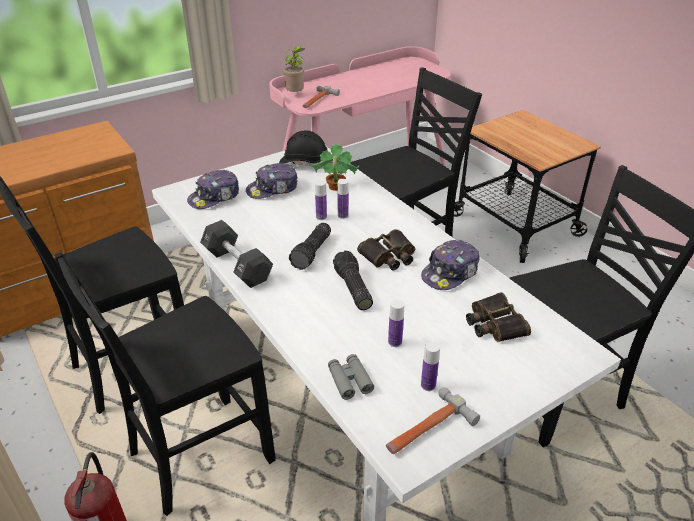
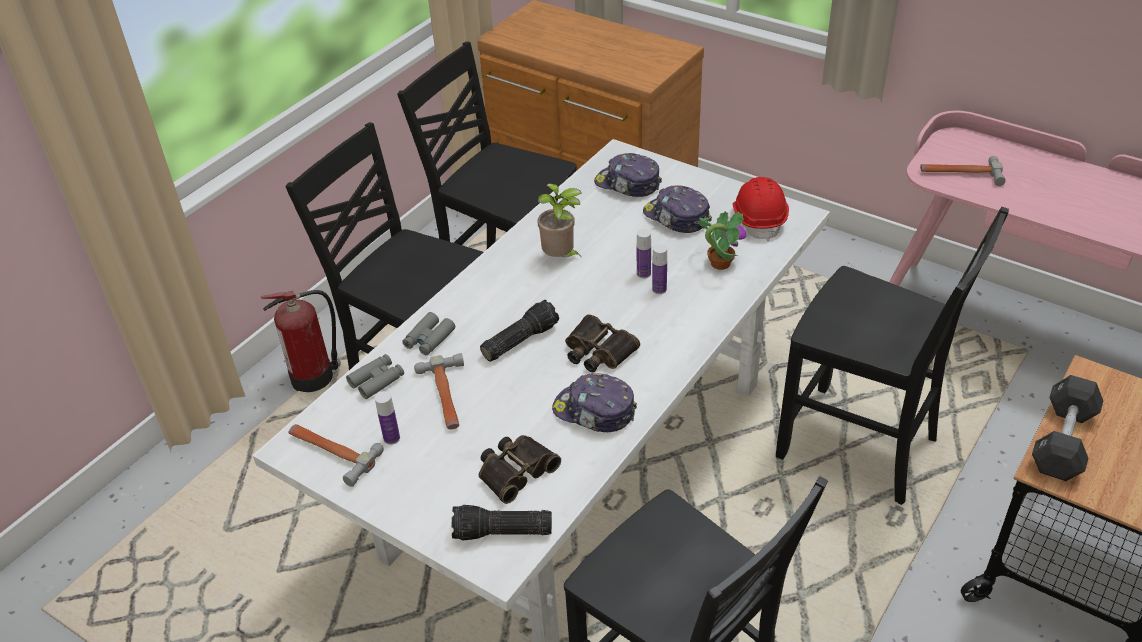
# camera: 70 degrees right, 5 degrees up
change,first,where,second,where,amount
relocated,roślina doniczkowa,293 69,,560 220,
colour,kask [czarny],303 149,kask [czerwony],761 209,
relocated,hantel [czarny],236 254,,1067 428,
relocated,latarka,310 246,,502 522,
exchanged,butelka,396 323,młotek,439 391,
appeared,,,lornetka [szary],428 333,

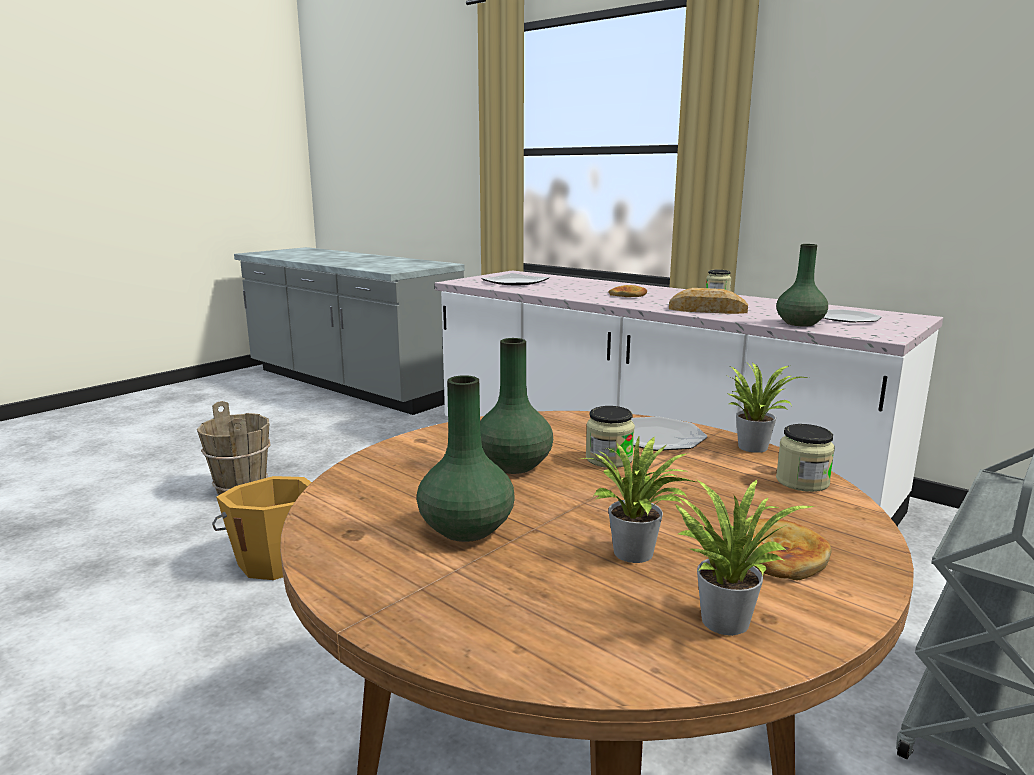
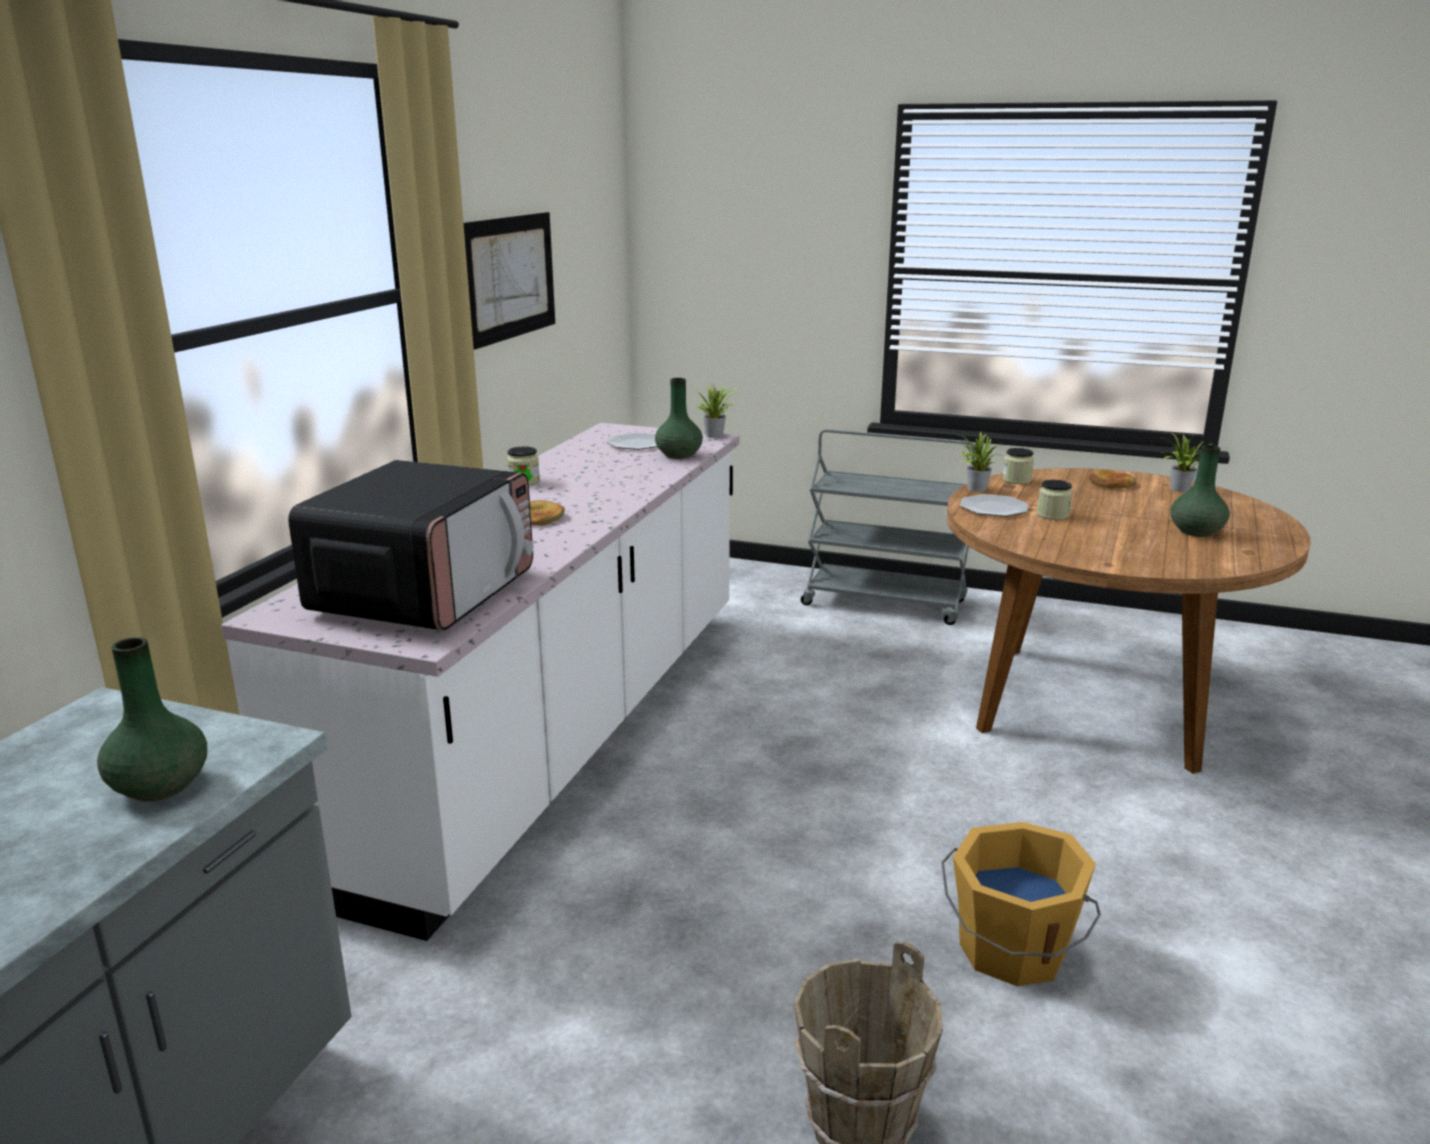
# camera: 110 degrees left, 5 degrees up
change,first,where,second,where,amount
exchanged,talerz,515 279,mikrofalówka,410 545,
missing,chleb,708 301,,,
relocated,wazon [zielony],516 406,,152 719,
relocated,roślina doniczkowa,638 499,,716 410,
appeared,,,obraz,509 281,

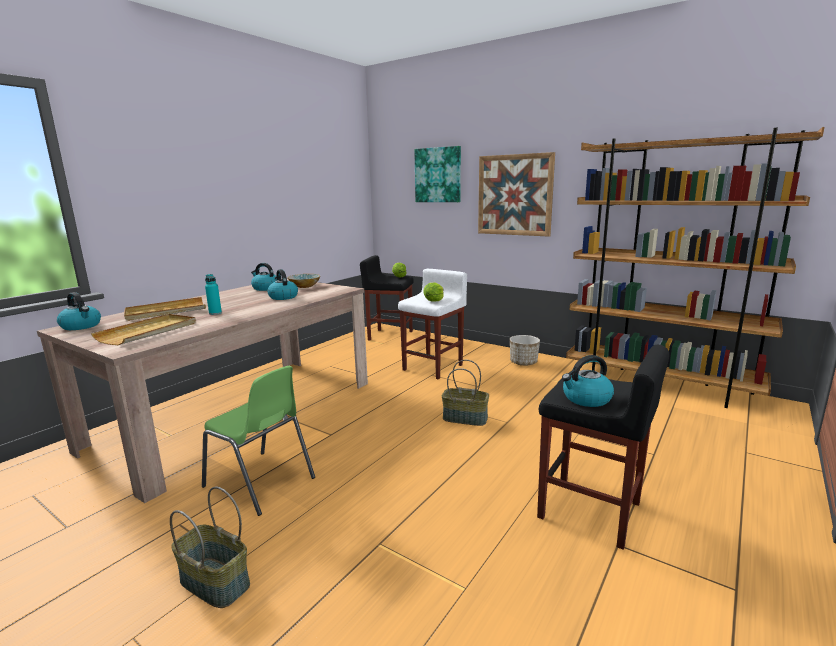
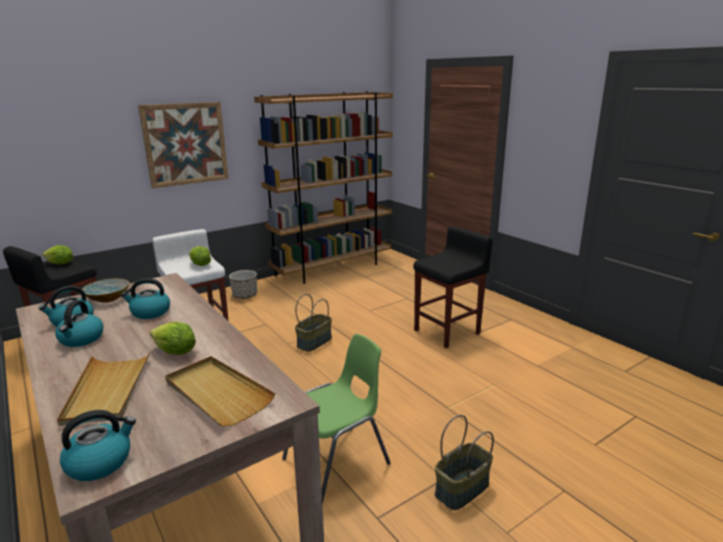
# camera: 70 degrees left, 5 degrees up
change,first,where,second,where,amount
missing,obraz,437 174,,,
exchanged,butelka [turkusowy],213 294,sałata,173 338,
relocated,czajnik,588 381,,79 323,

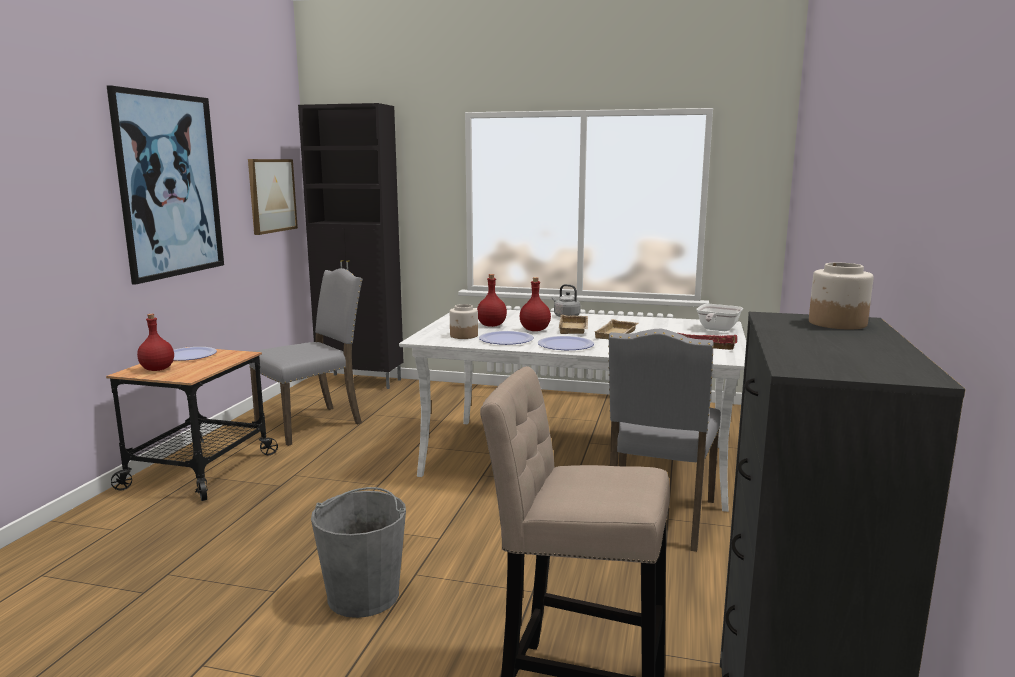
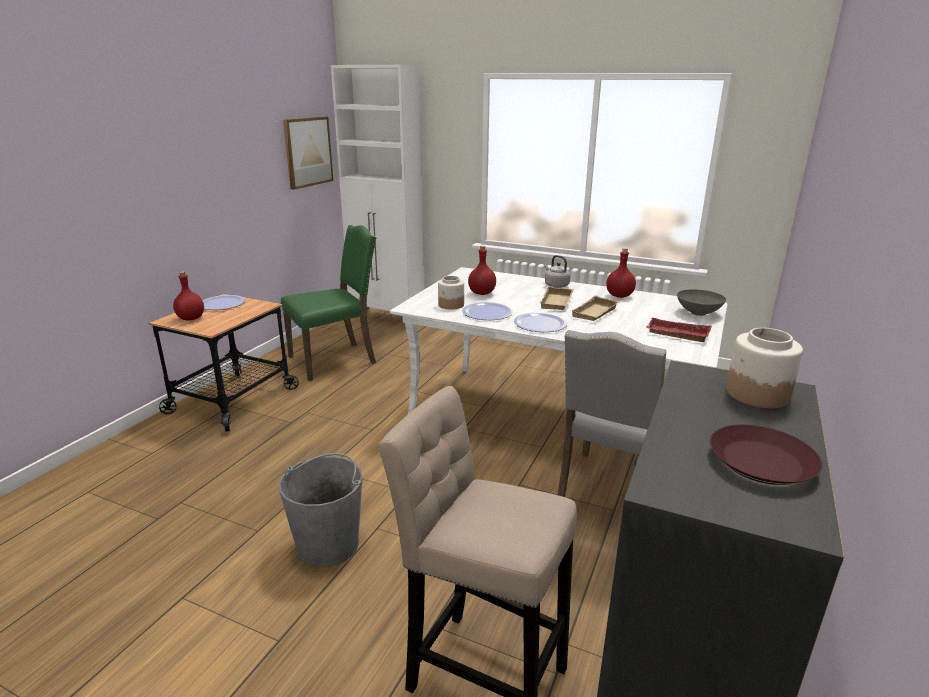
# camera: 10 degrees right, 10 degrees up
change,first,where,second,where,amount
missing,obraz,165 185,,,
colour,szafka [czarny],350 246,szafka [biały],377 191,
colour,krzesło [szary],306 357,krzesło [zielony],328 303,
relocated,butelka [czerwony],535 304,,621 273,
exchanged,patelnia,719 317,miska [szary],701 302,
appeared,,,talerz [brązowy],766 454,

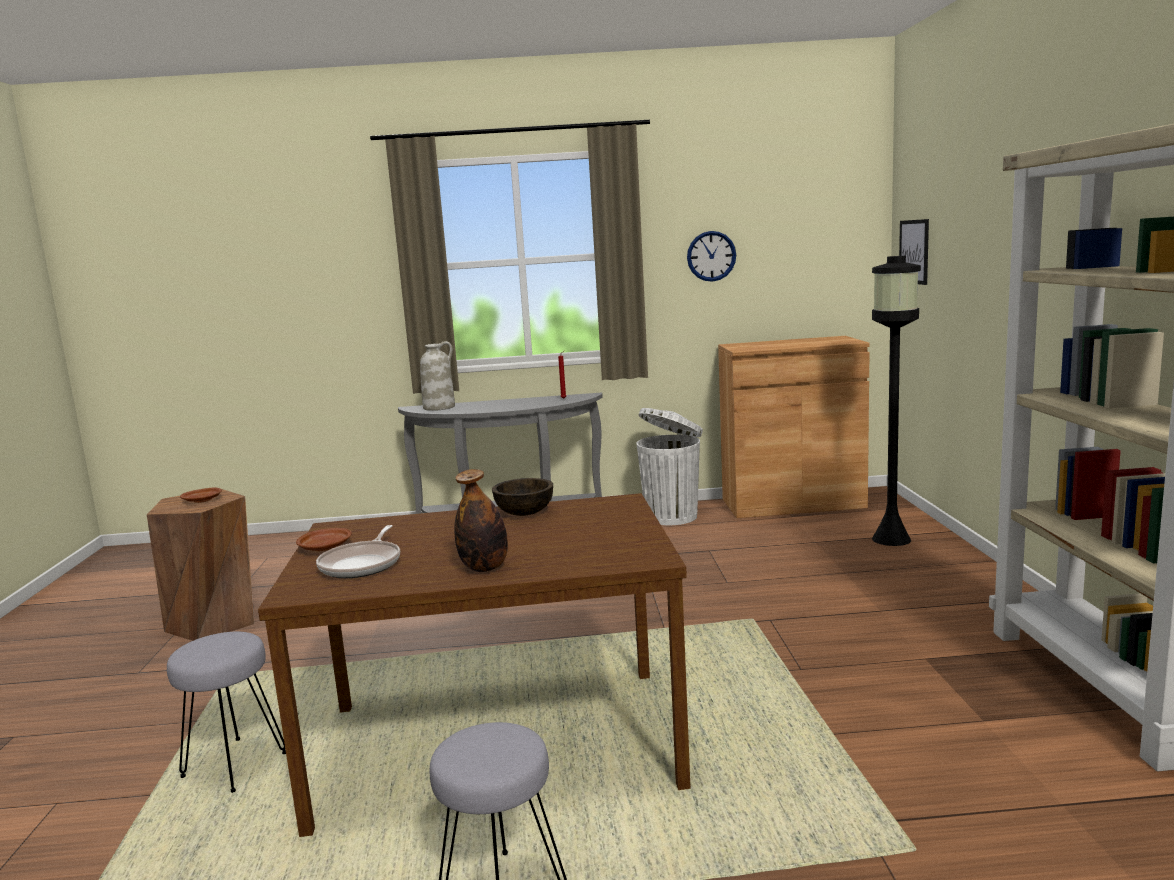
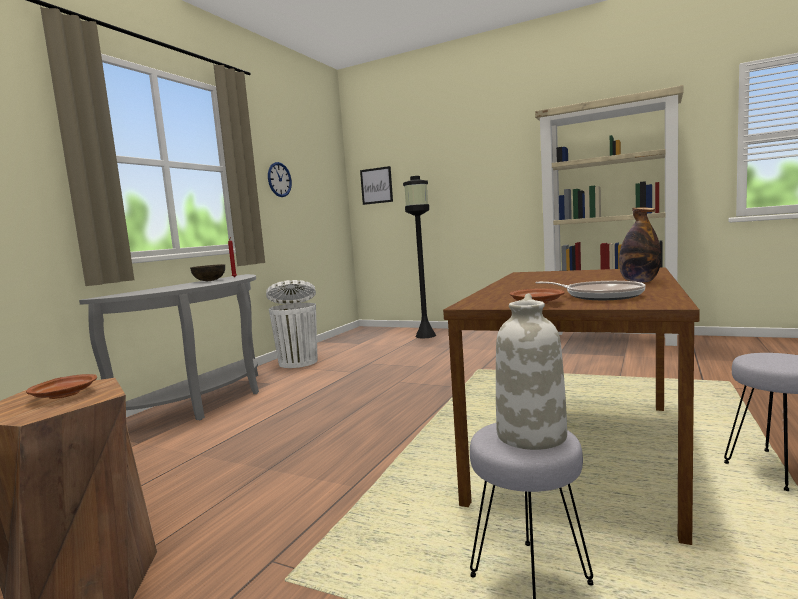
# camera: 60 degrees left, 5 degrees down
change,first,where,second,where,amount
missing,szafka [brązowy],794 427,,,
relocated,wazon [biały],437 376,,531 372,
relocated,miska [brązowy],522 497,,207 272,

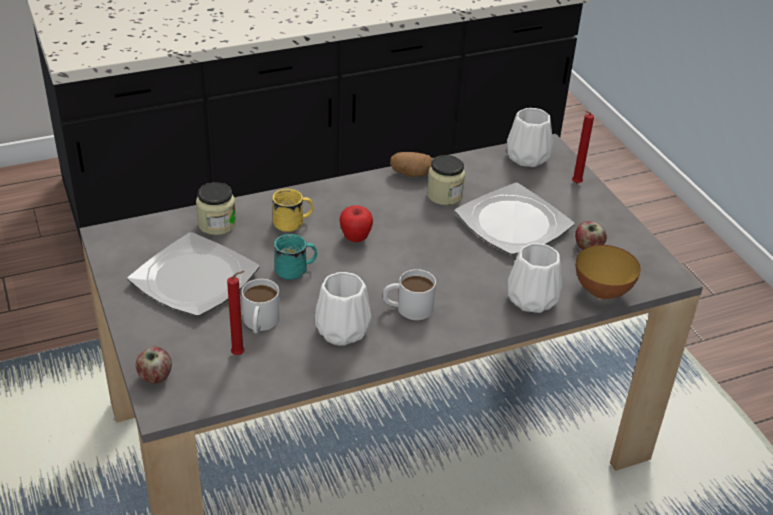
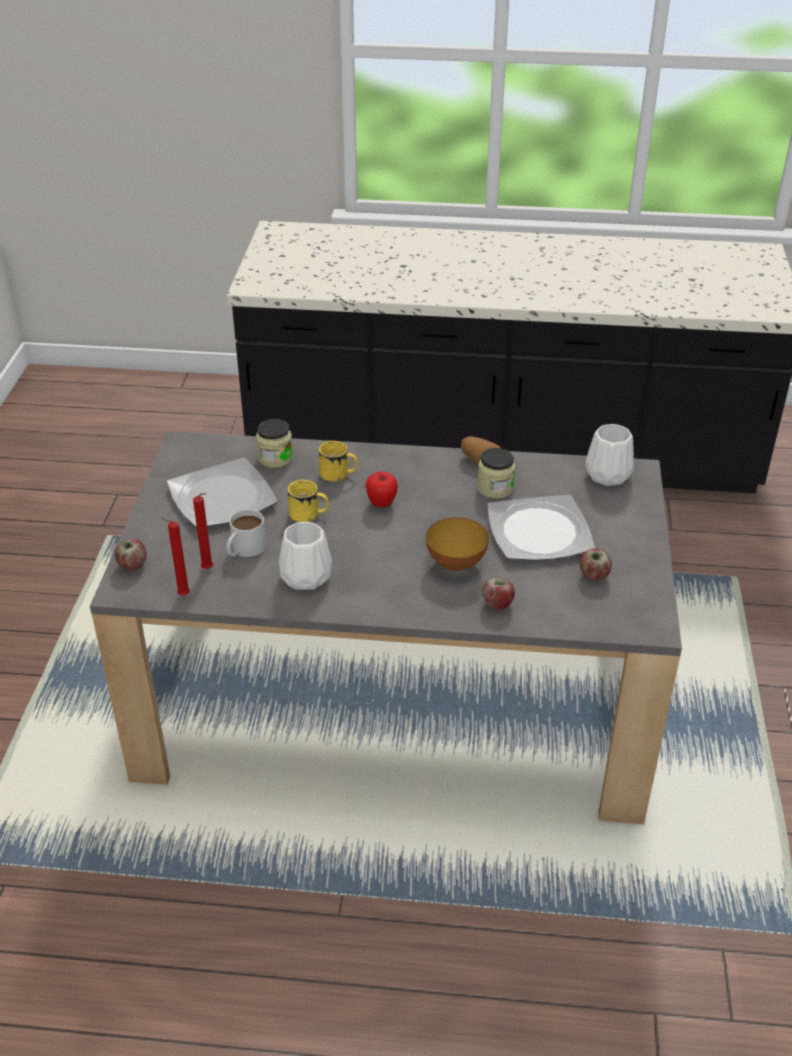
# camera: 30 degrees right, 0 degrees up
change,first,where,second,where,amount
relocated,świeca [czerwony],583 147,,175 556,
colour,kubek [turkusowy],295 257,kubek [żółty],308 501,
exchanged,wazon [biały],535 278,jabłko,498 594,
relocated,miska,608 272,,457 544,
missing,kubek [biały],409 294,,,

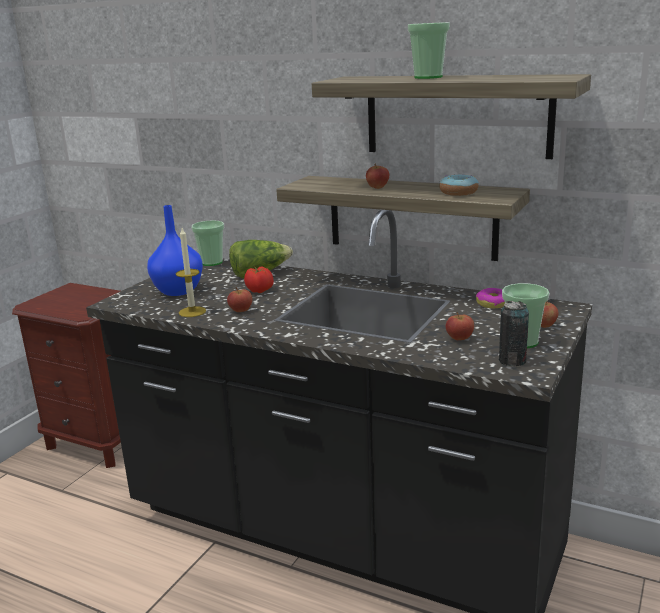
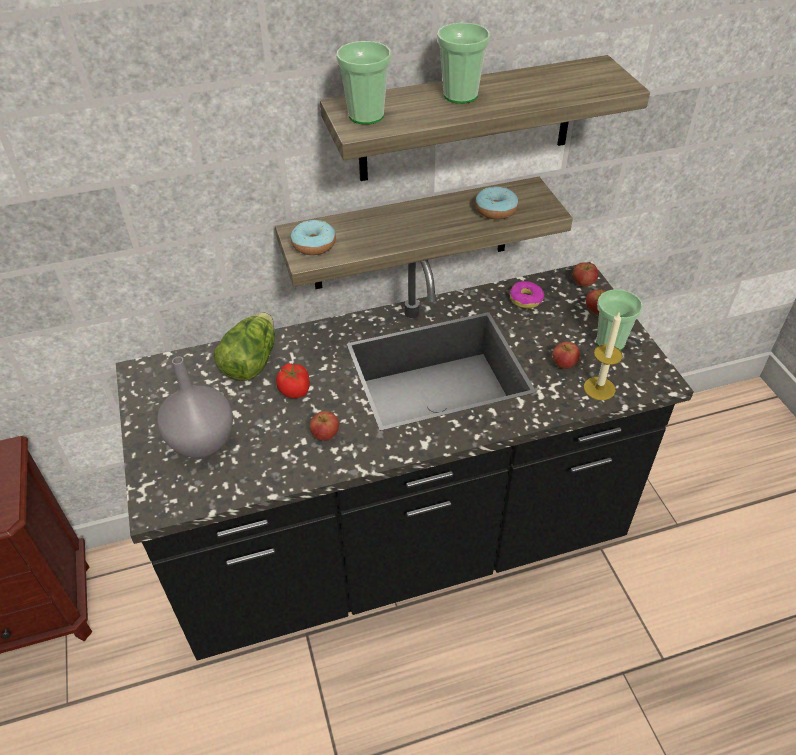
# camera: 45 degrees left, 25 degrees up
change,first,where,second,where,amount
relocated,jabłko,377 176,,585 275,
colour,wazon [niebieski],175 250,wazon [szary],195 407,
relocated,filiżanka,207 243,,363 83,
relocated,świeca,191 272,,603 355,
missing,puszka,514 333,,,
appeared,,,donut,313 237,

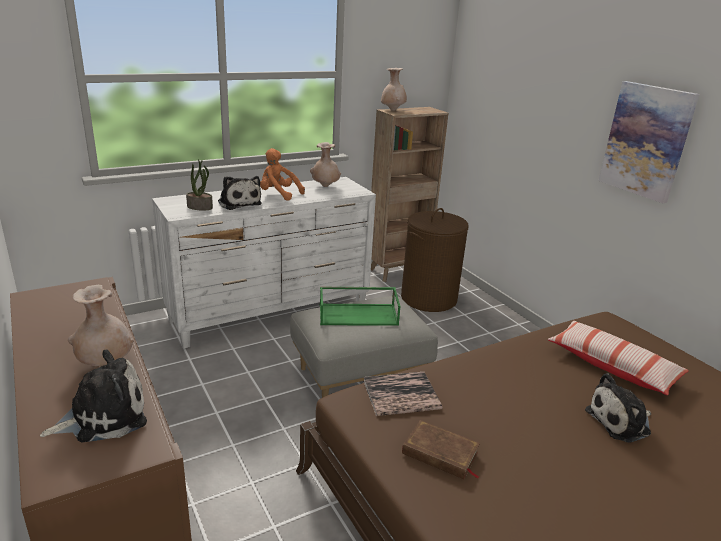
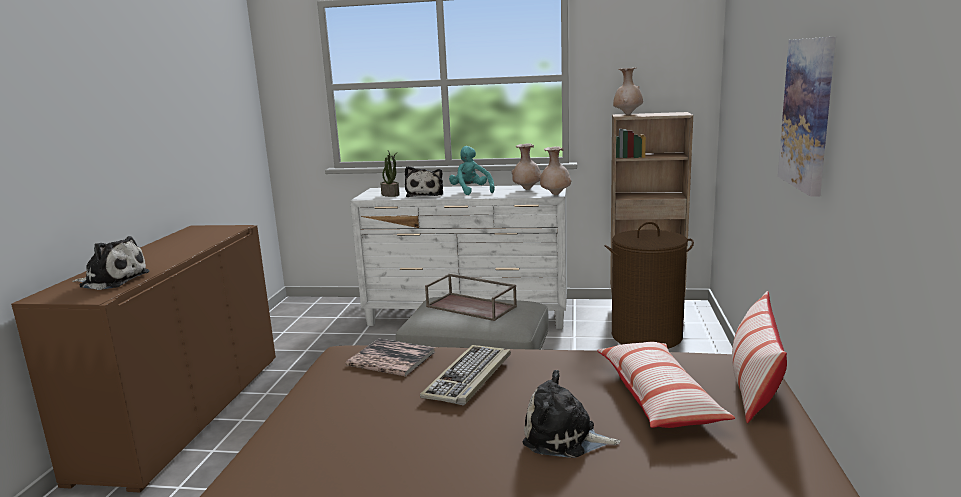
# camera: 40 degrees right, 10 degrees down
change,first,where,second,where,amount
colour,pluszak [pomarańczowy],282 174,pluszak [turkusowy],472 170,
relocated,wazon [beżowy],101 325,,555 170,
colour,taca [zielony],360 306,taca [brązowy],471 297,
missing,książka [brązowy],441 449,,,
appeared,,,poduszka,759 357,
appeared,,,klawiatura,465 375,

